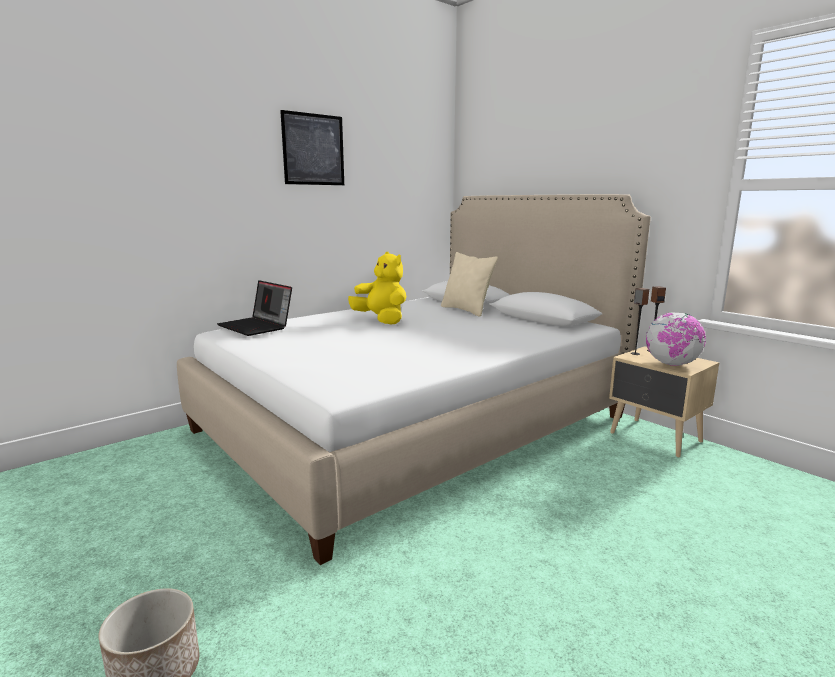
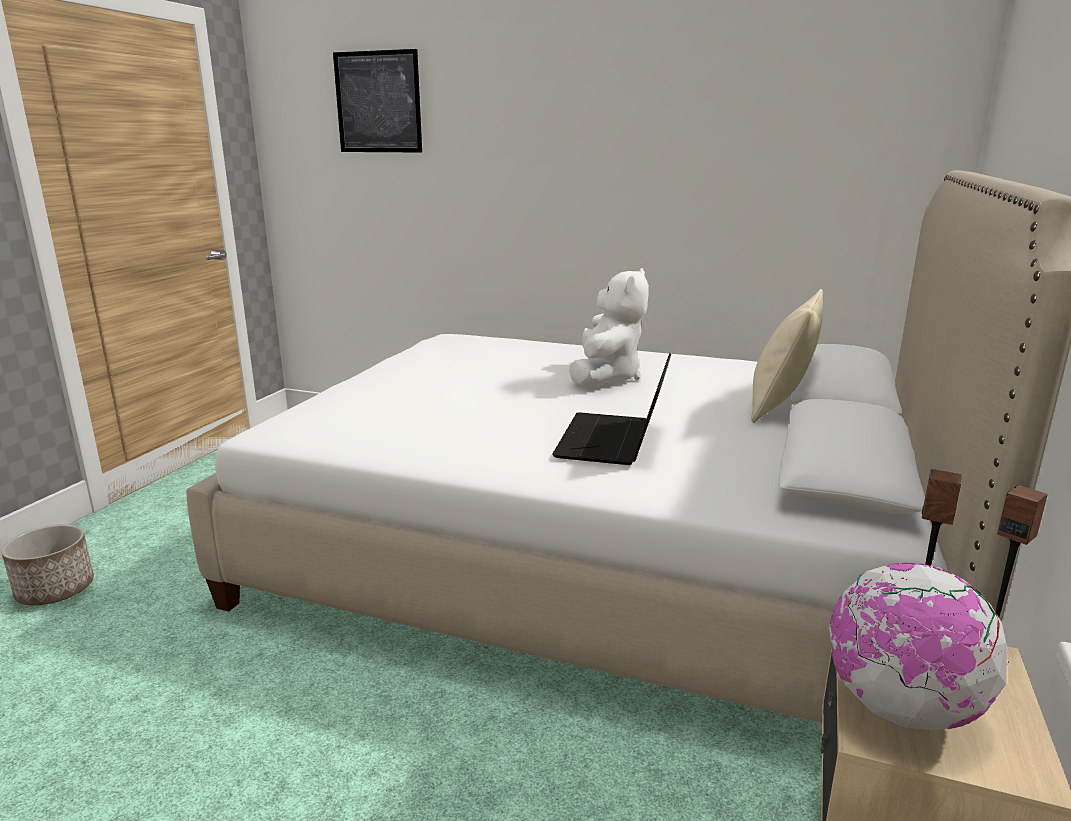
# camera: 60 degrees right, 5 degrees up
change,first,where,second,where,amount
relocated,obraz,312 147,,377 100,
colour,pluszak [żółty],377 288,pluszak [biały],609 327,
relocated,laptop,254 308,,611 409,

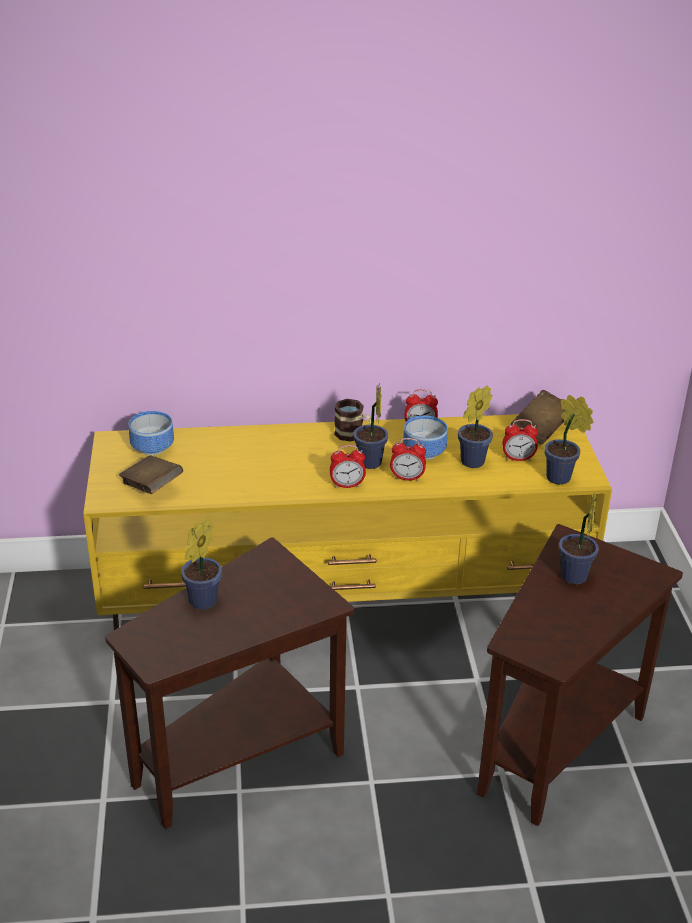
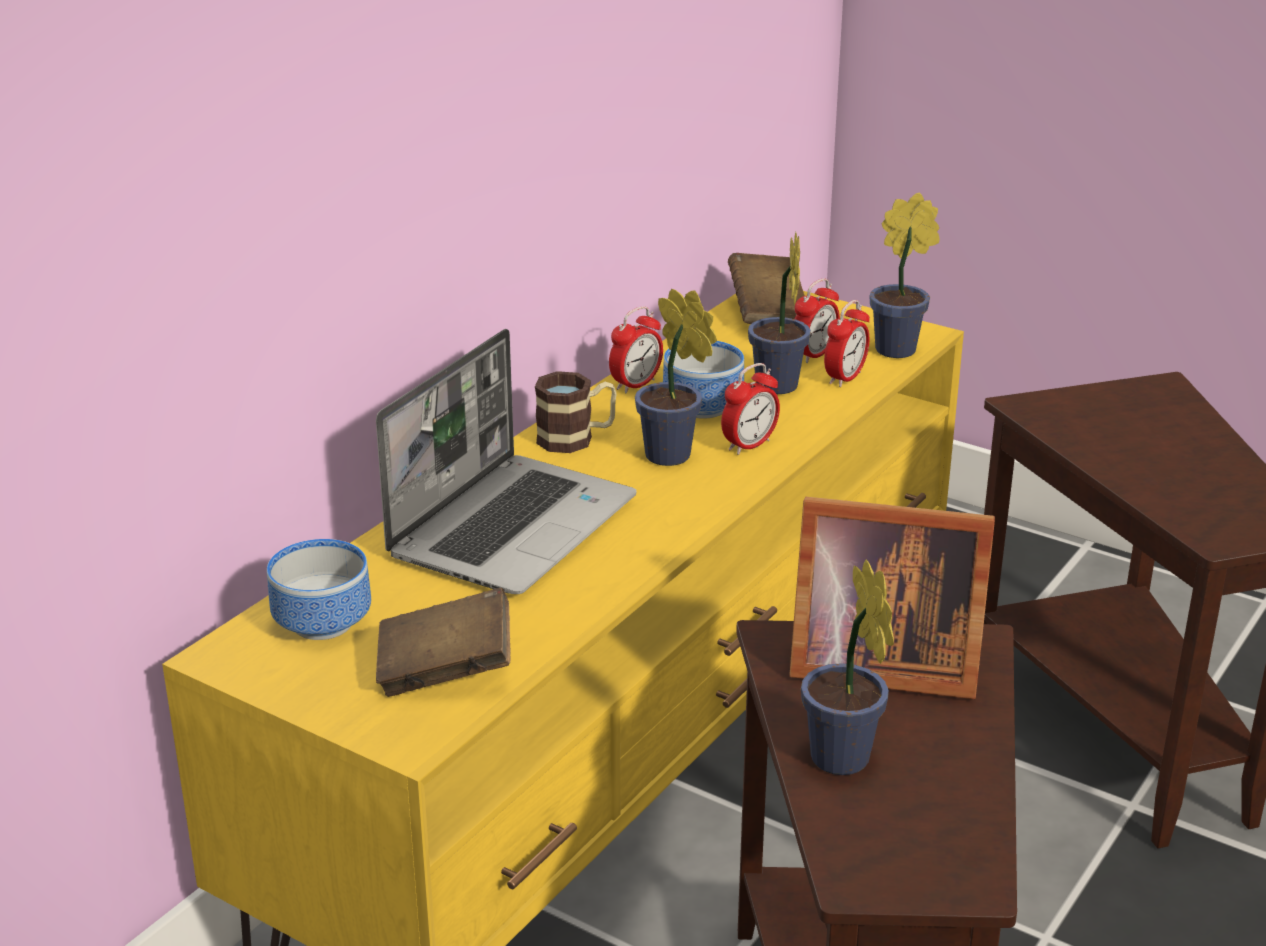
# camera: 50 degrees left, 5 degrees down
change,first,where,second,where,amount
relocated,budzik,348 466,,847 343,
missing,roślina doniczkowa,579 538,,,
appeared,,,laptop,506 461,
appeared,,,ramka na zdjęcie,892 598,

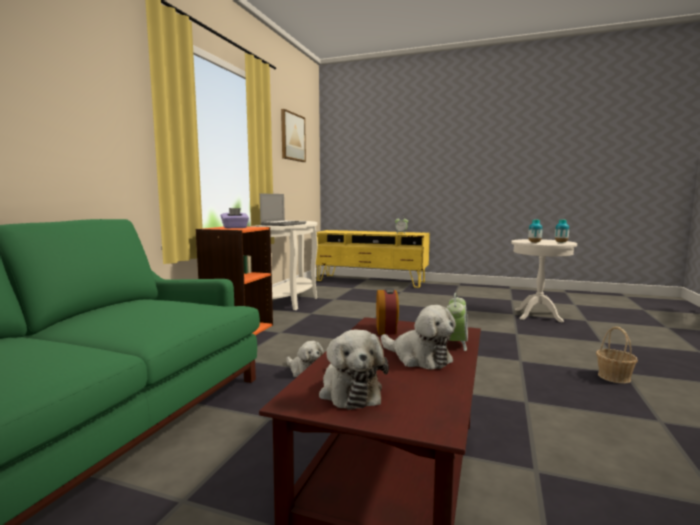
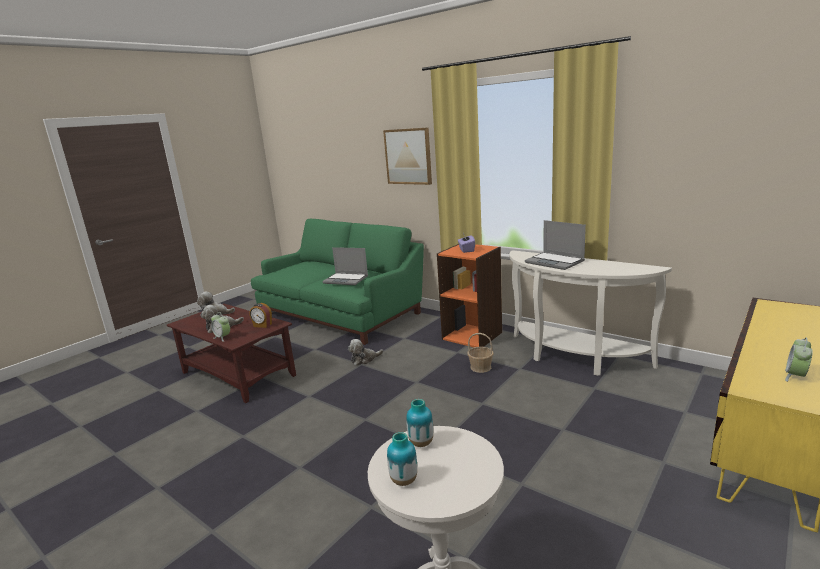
# camera: 110 degrees right, 10 degrees up
change,first,where,second,where,amount
relocated,obraz,293 135,,407 156,
relocated,koszyk,617 355,,480 353,
appeared,,,laptop,345 266,

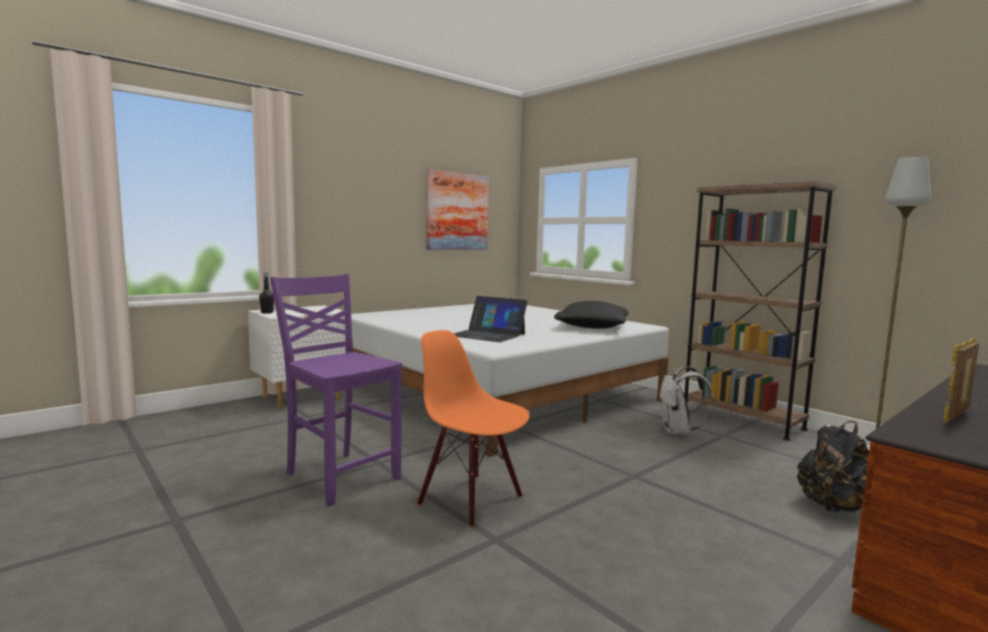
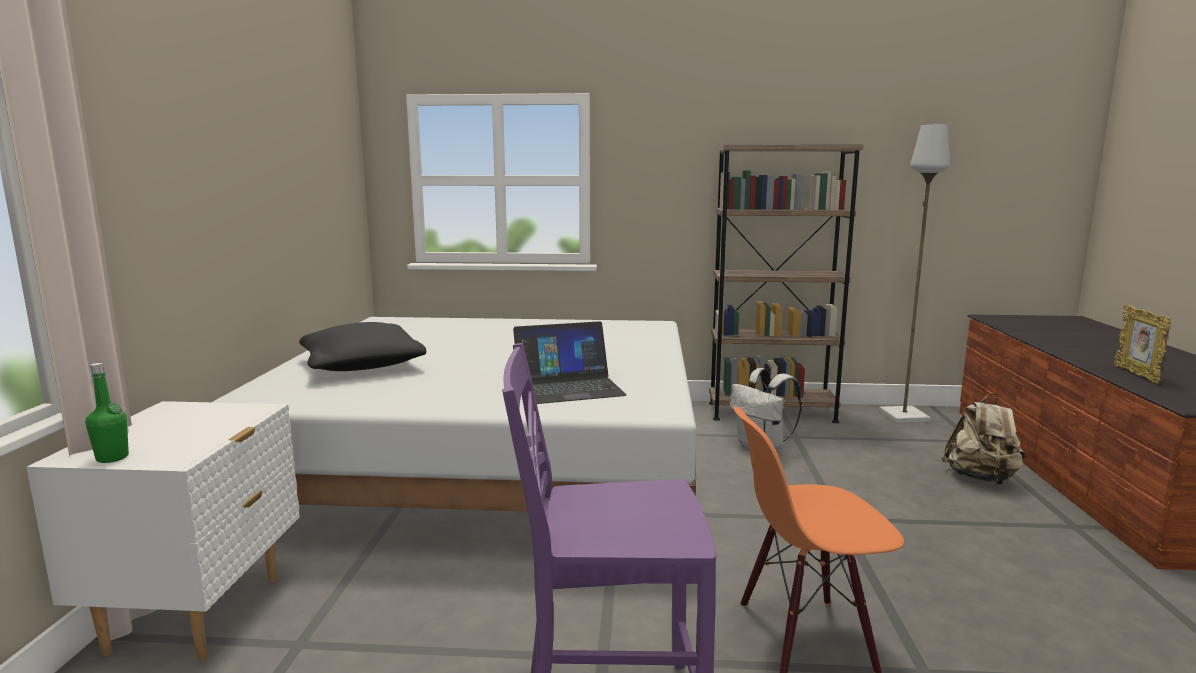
# camera: 45 degrees left, 5 degrees up
change,first,where,second,where,amount
missing,obraz,457 210,,,
colour,butelka [czarny],266 293,butelka [zielony],107 413,
relocated,poduszka [czarny],591 315,,362 346,
colour,plecak [czarny],833 467,plecak [beżowy],983 439,

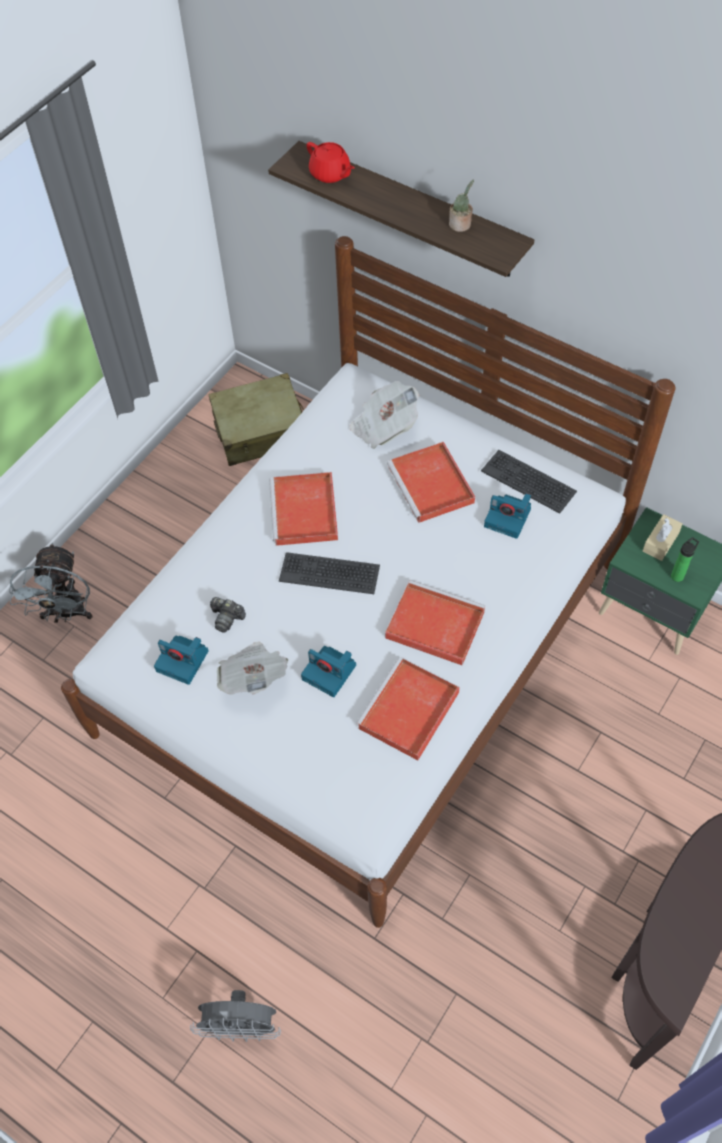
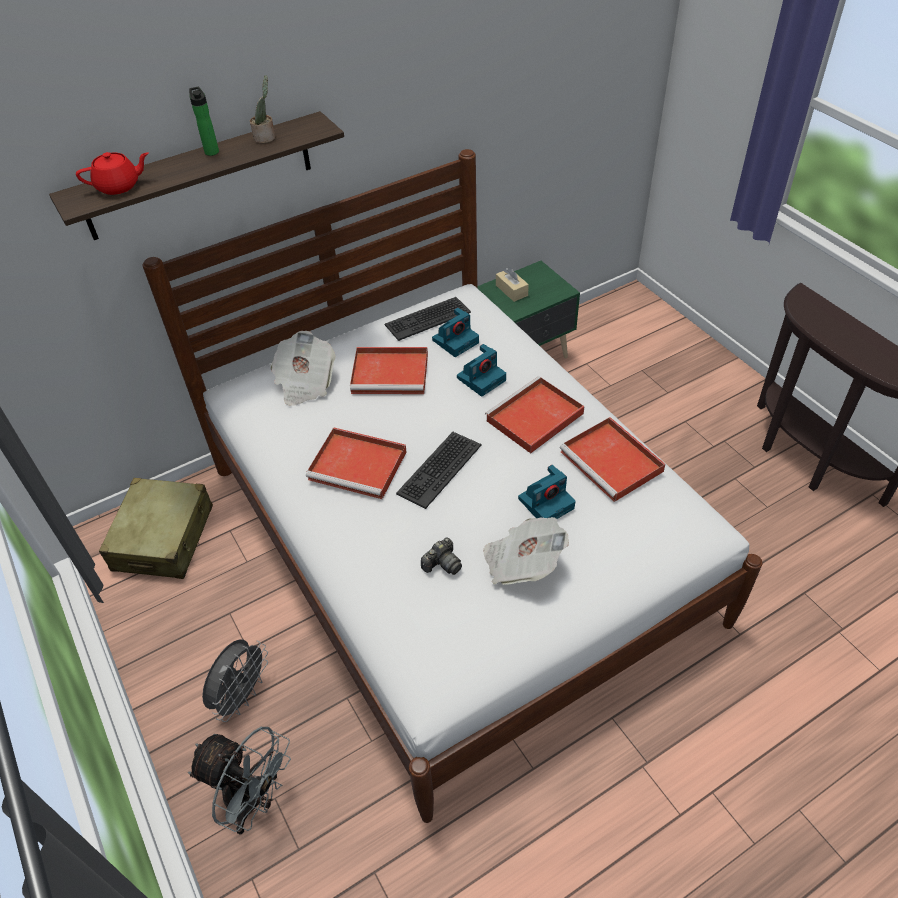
# camera: 65 degrees left, 10 degrees down
change,first,where,second,where,amount
relocated,butelka,685 559,,204 121,
relocated,aparat fotograficzny,181 660,,481 370,
relocated,wentylator [szary],235 1016,,235 680,

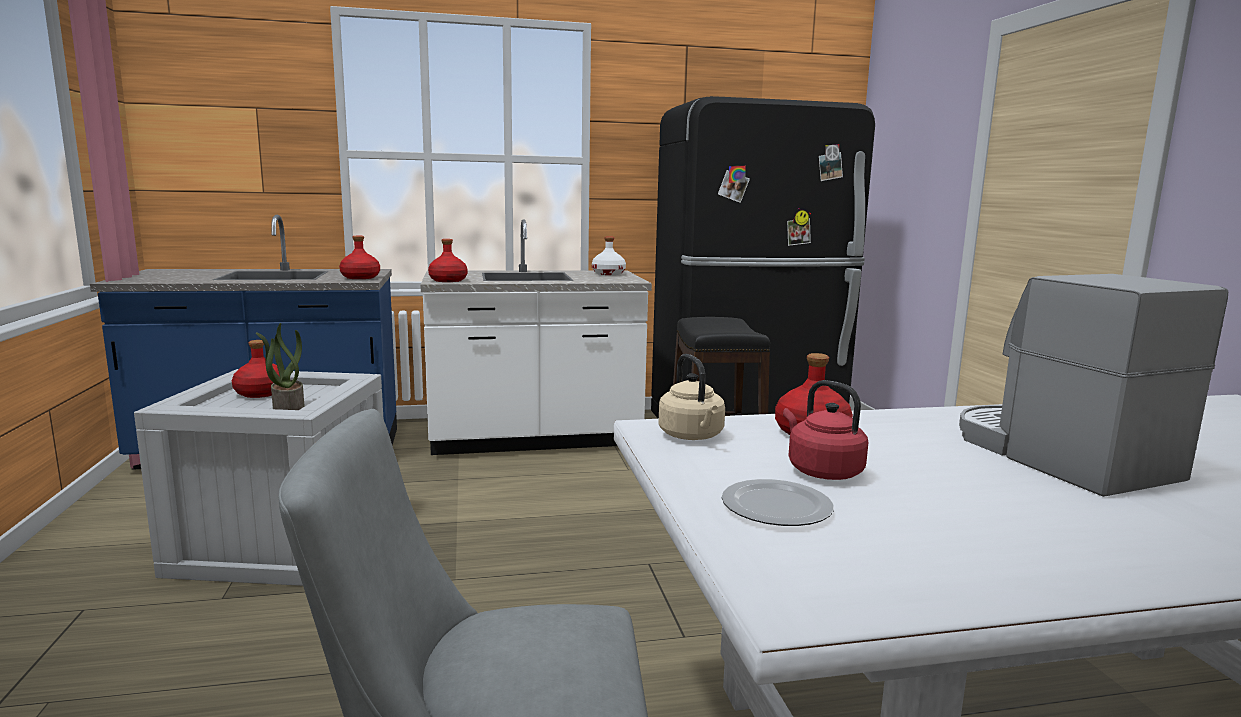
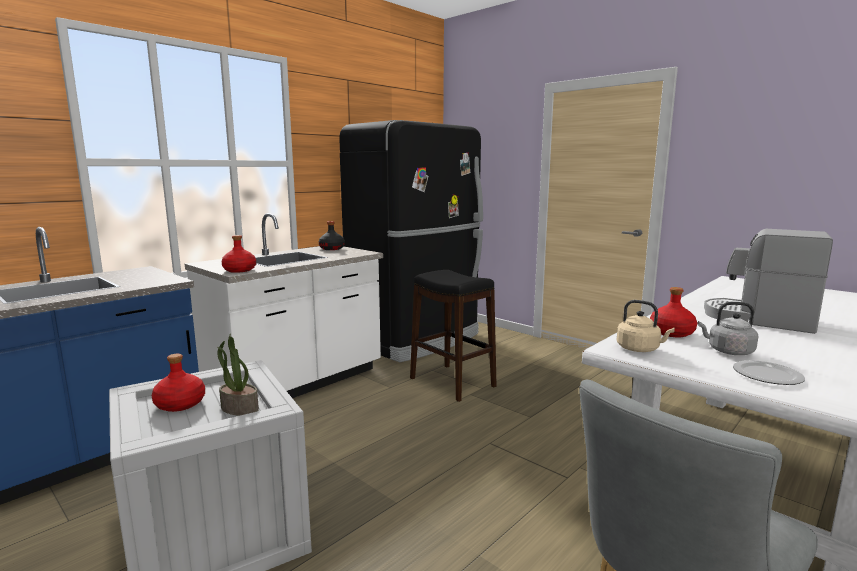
# camera: 35 degrees left, 0 degrees up
change,first,where,second,where,amount
missing,butelka [czerwony],359 257,,,
colour,butelka [biały],609 255,butelka [czarny],332 235,
colour,czajnik [czerwony],826 430,czajnik [szary],727 328,

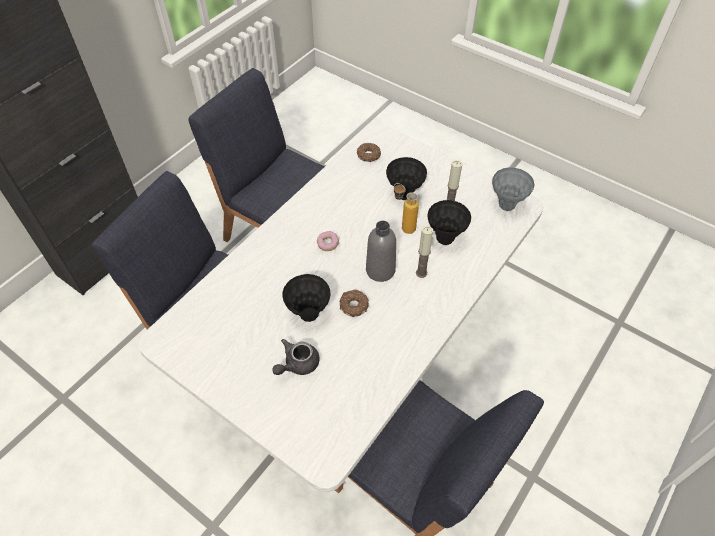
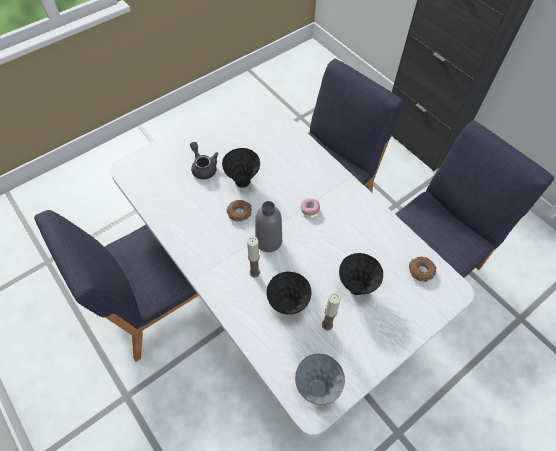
# camera: 105 degrees right, 5 degrees up
change,first,where,second,where,amount
missing,butelka,406 208,,,

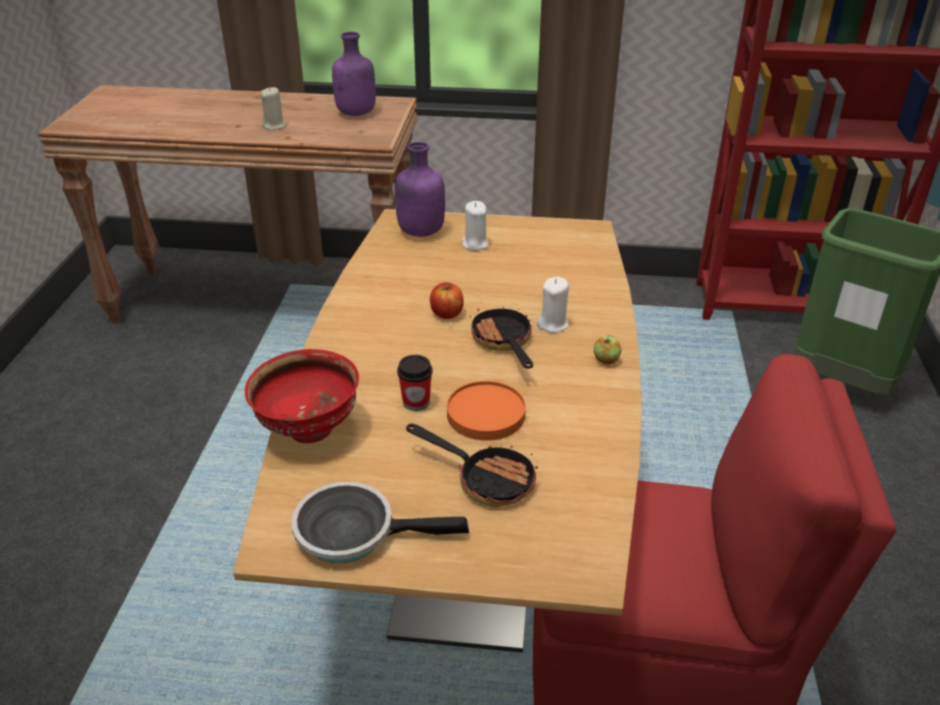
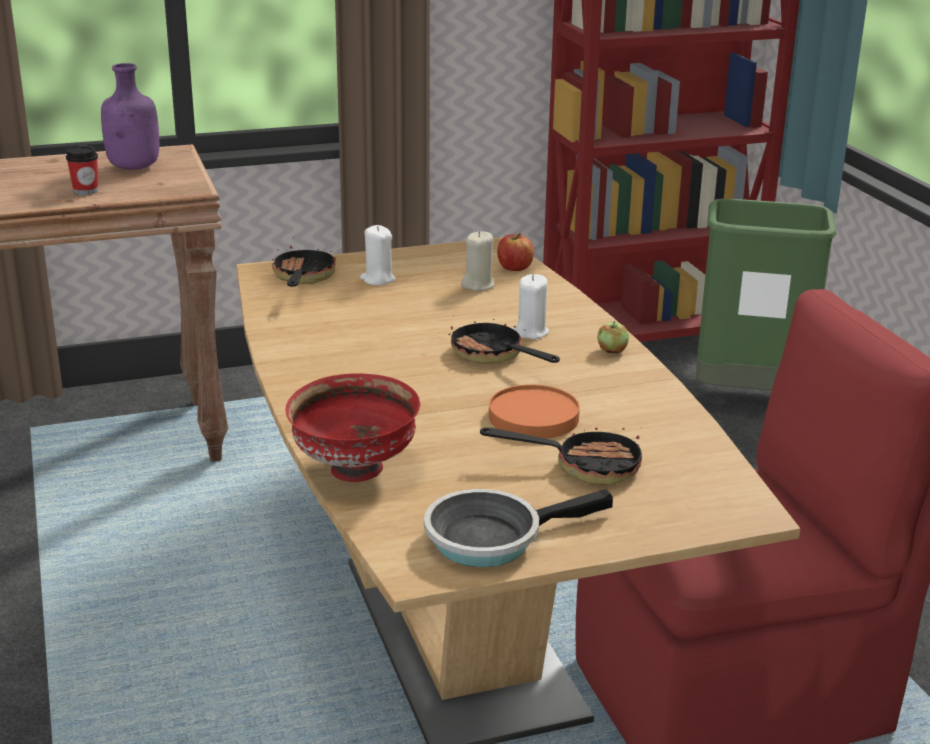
# camera: 25 degrees left, 10 degrees down
change,first,where,second,where,amount
relocated,świeca [beżowy],273 108,,478 261,
exchanged,butelka [fioletowy],420 189,patelnia,304 266,
relocated,jabłko,447 300,,515 252,
relocated,filiżanka,414 383,,82 170,

